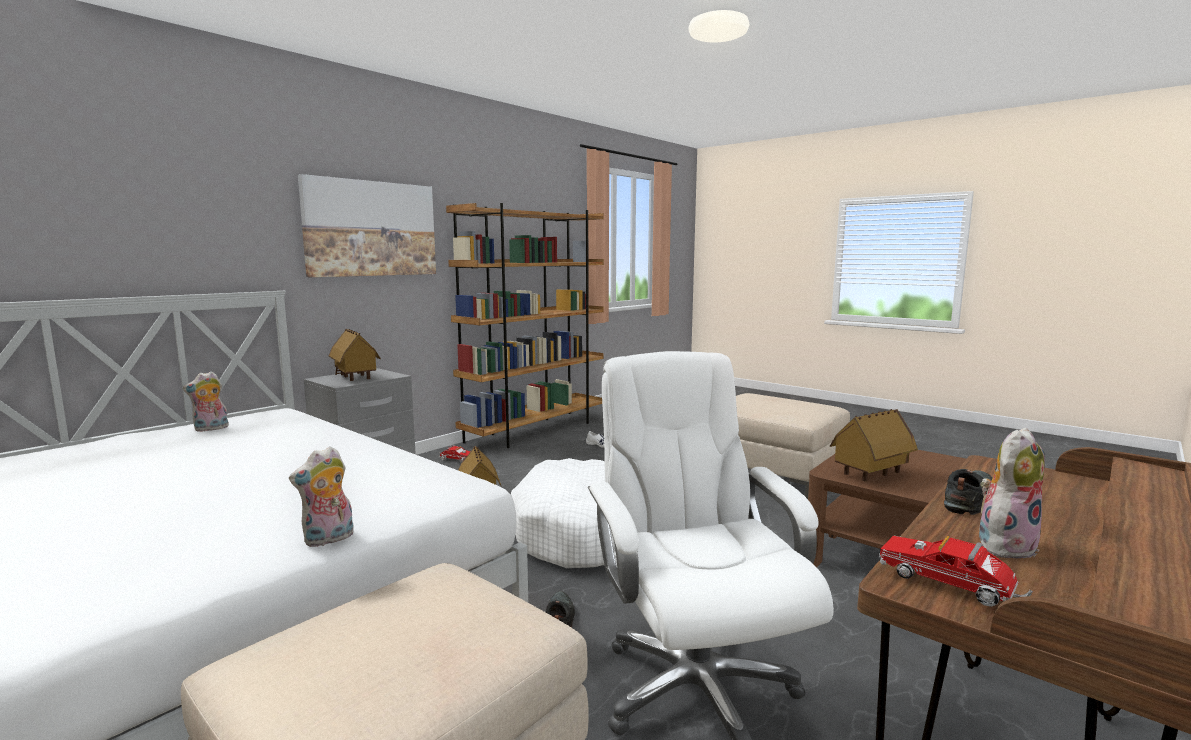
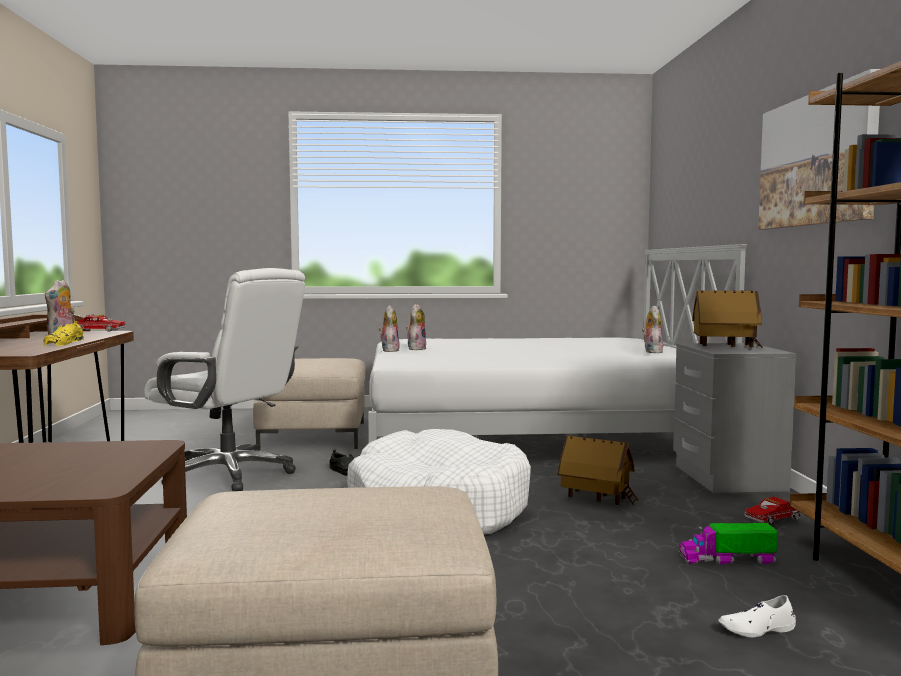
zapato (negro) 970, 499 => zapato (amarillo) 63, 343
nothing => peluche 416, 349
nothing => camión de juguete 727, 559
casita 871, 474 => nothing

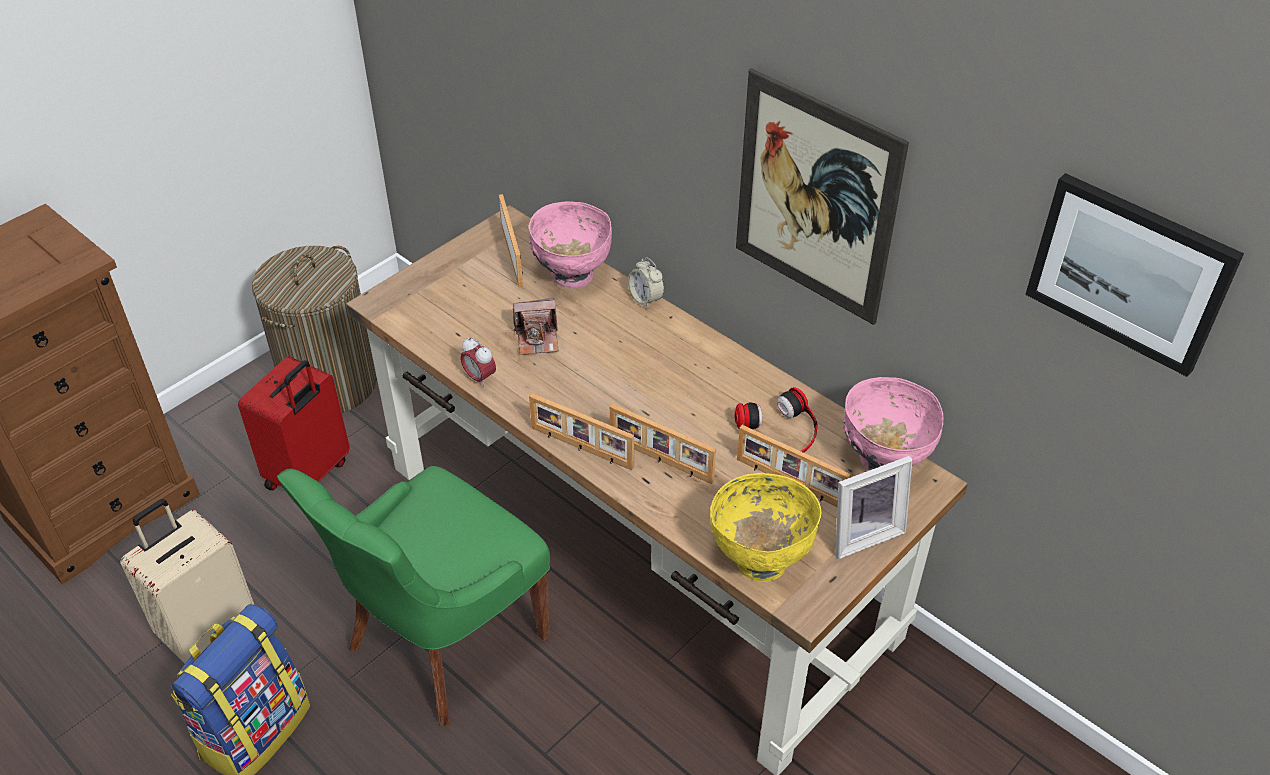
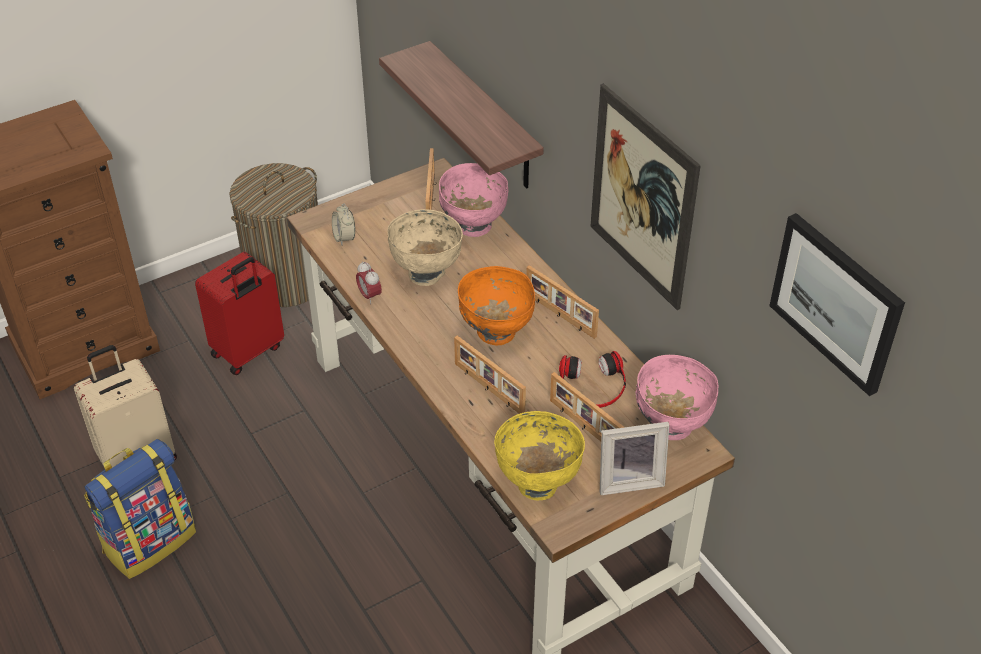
despertador 646, 299 => despertador 344, 238, shifted
nothing => estante 484, 118
cámara 537, 339 => cuenco (beis) 426, 273
nothing => cuenco (naranja) 496, 333
portarretratos 581, 448 => portarretratos 559, 315, shifted
silla (verde) 442, 643 => nothing

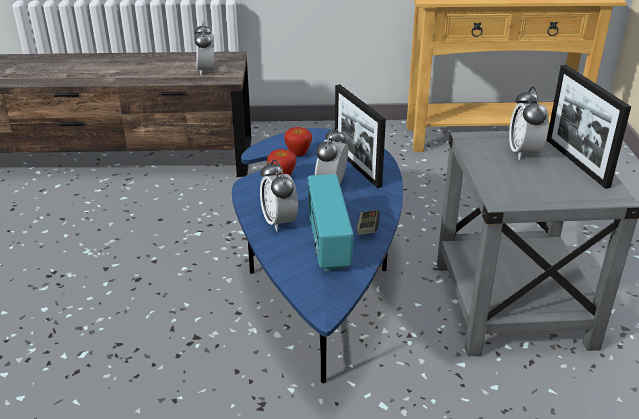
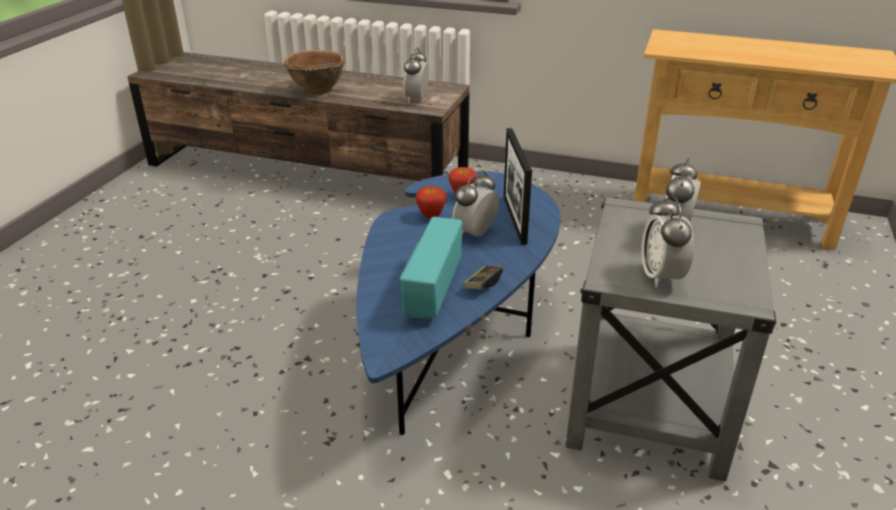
nothing => cuenco (marrón) 317, 90
despertador 279, 222 => despertador 661, 276, shifted
portarretratos 576, 162 => nothing

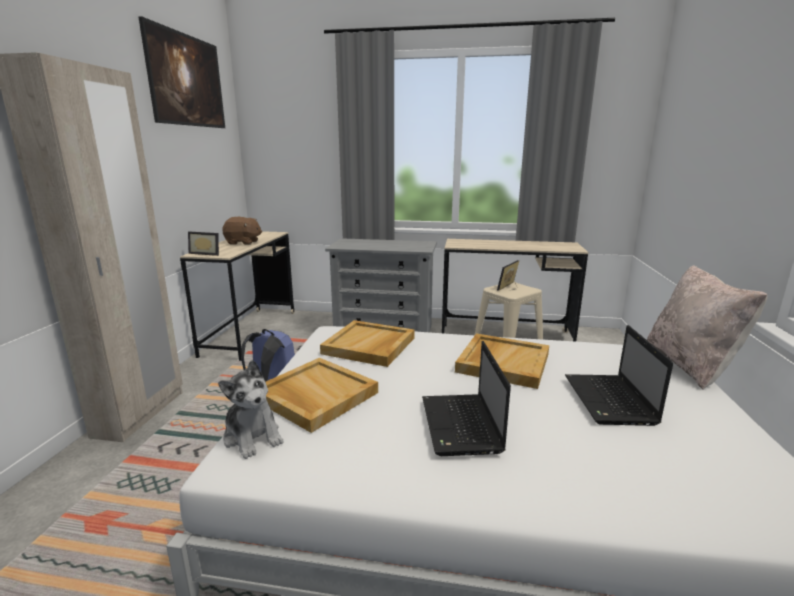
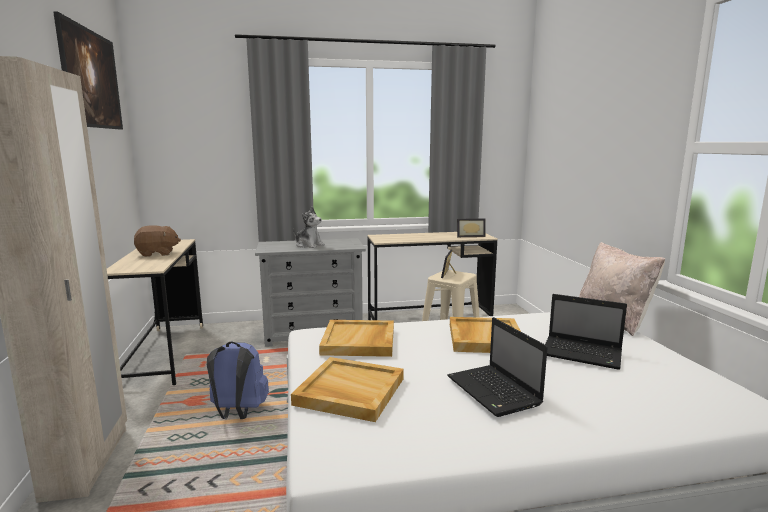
peluche 253, 436 => peluche 309, 245, shifted
portarretratos 207, 253 => portarretratos 470, 236, shifted
portátil 610, 401 => portátil 583, 354, 45 degrees counterclockwise

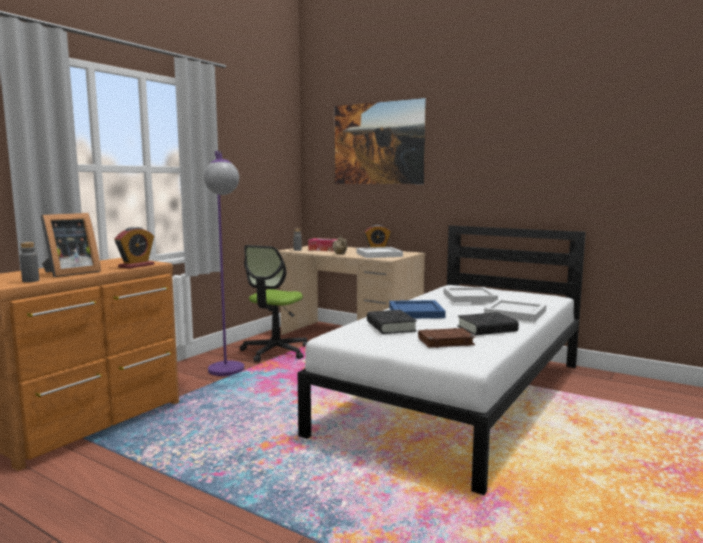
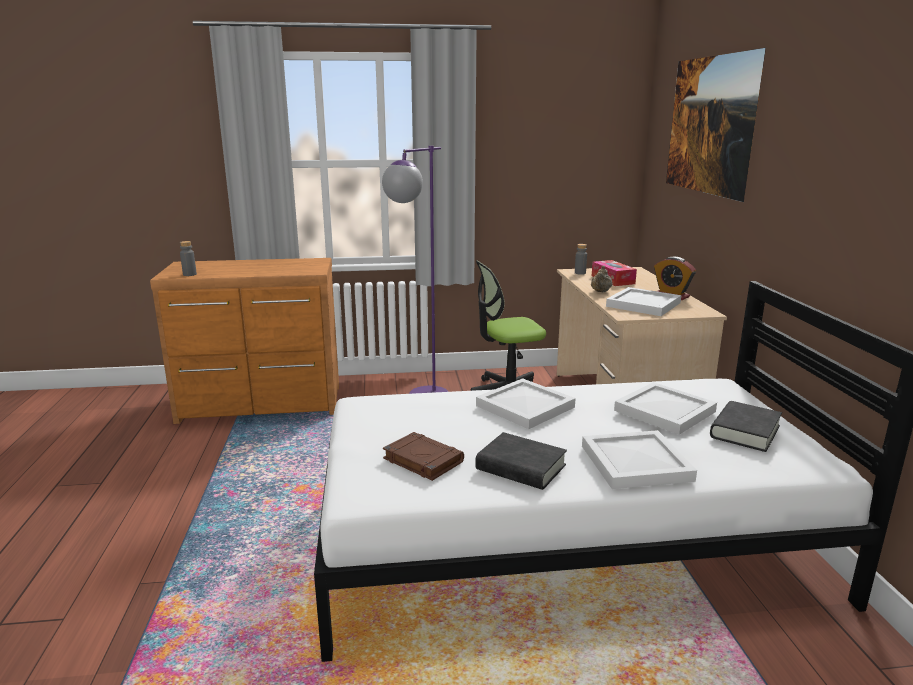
bandeja (azul) 416, 312 => bandeja (blanco) 526, 406
libro (negro) 390, 326 => libro (negro) 744, 431, shifted
portarretratos 69, 273 => nothing
despertador 136, 266 => nothing

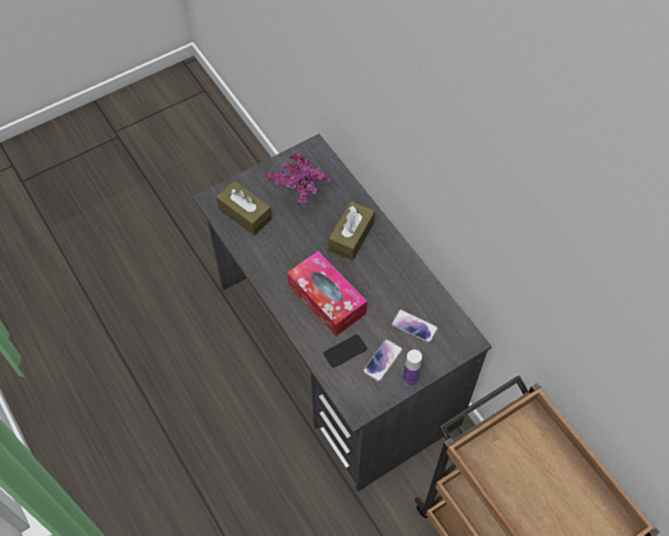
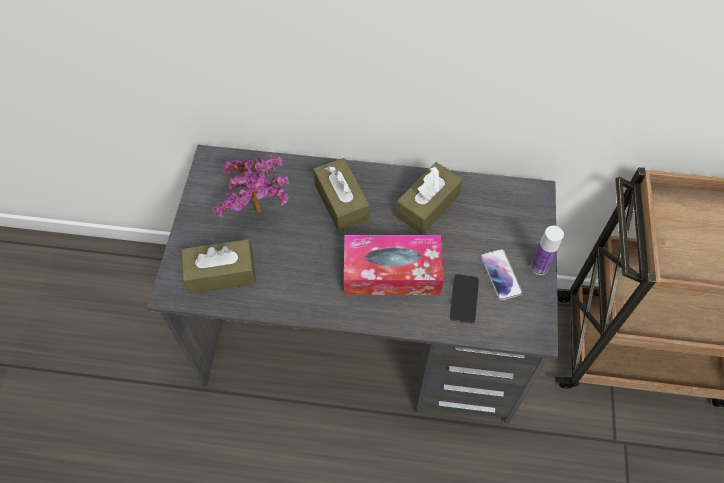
nothing => caja de pañuelos (marrón) 427, 205
móvil 414, 326 => nothing

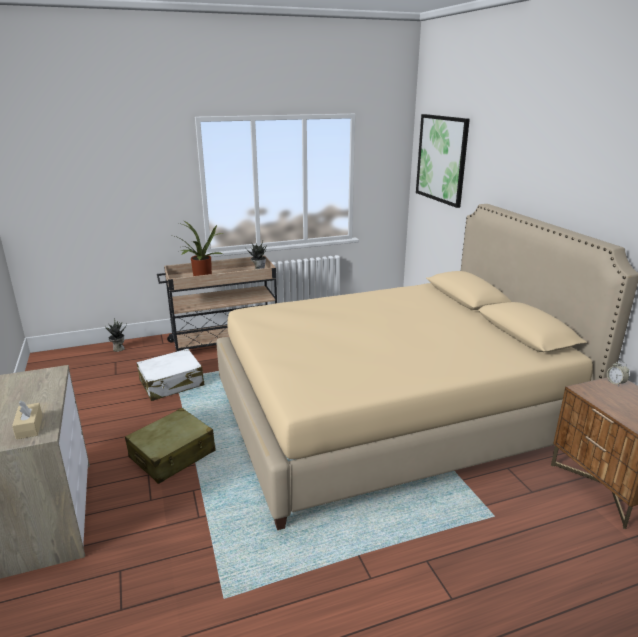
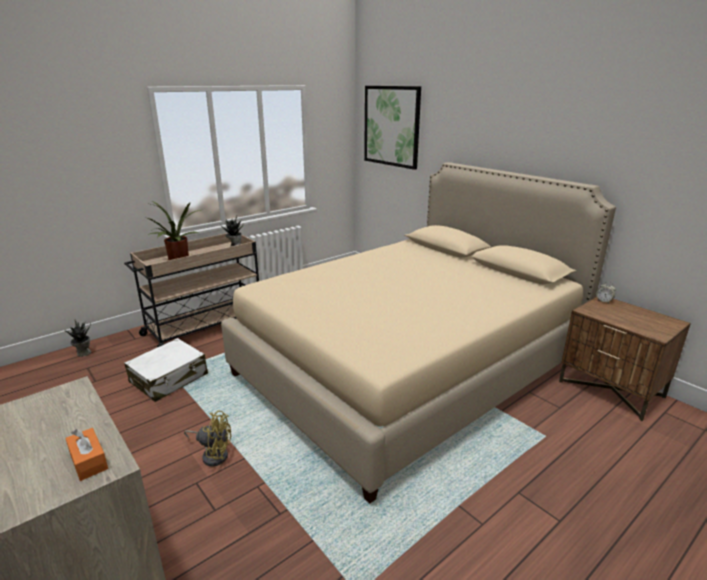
caja de pañuelos (beis) 29, 427 => caja de pañuelos (naranja) 88, 461
maleta (beis) 173, 455 => ventilador (amarillo) 213, 454

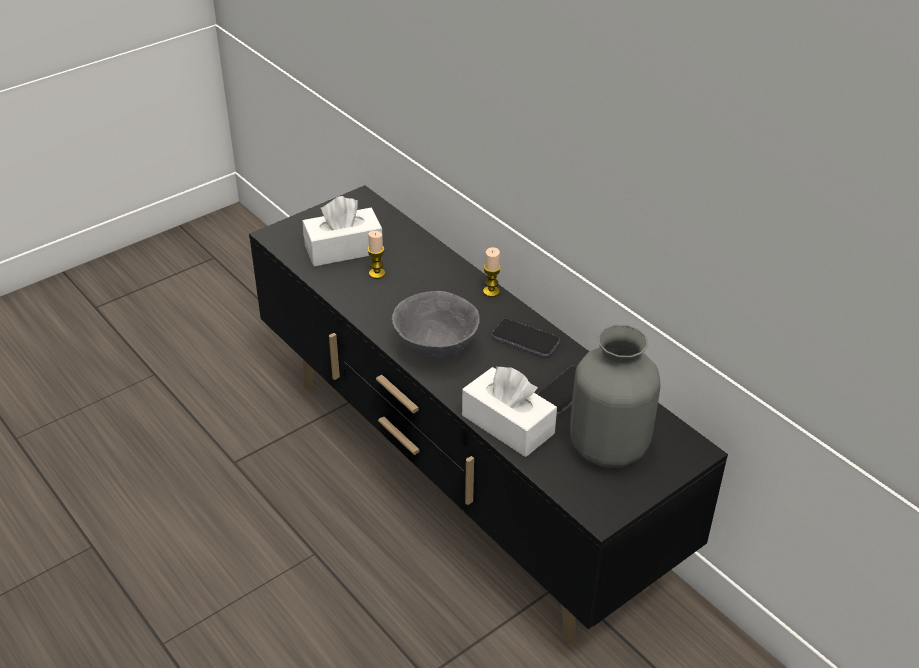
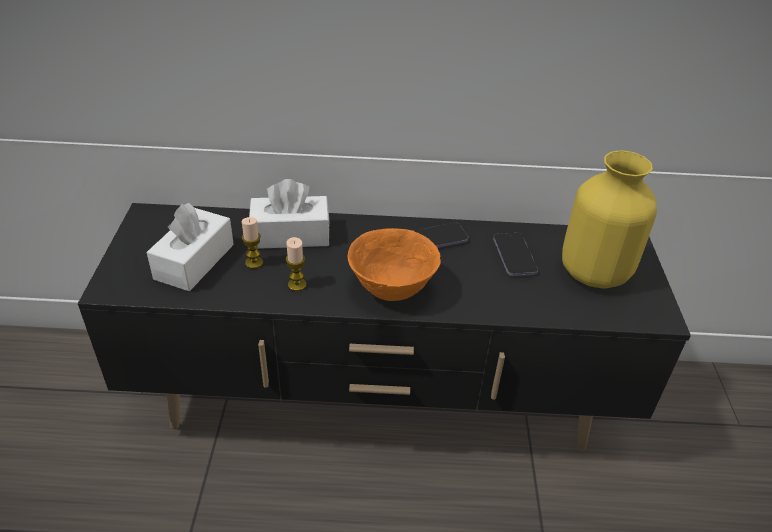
caja de pañuelos (blanco) 508, 424 => caja de pañuelos (blanco) 290, 235, shifted
vela 491, 291 => vela 297, 285, shifted
cuenco (gris) 436, 350 => cuenco (naranja) 391, 288
florero (gris) 607, 447 => florero (amarillo) 593, 272

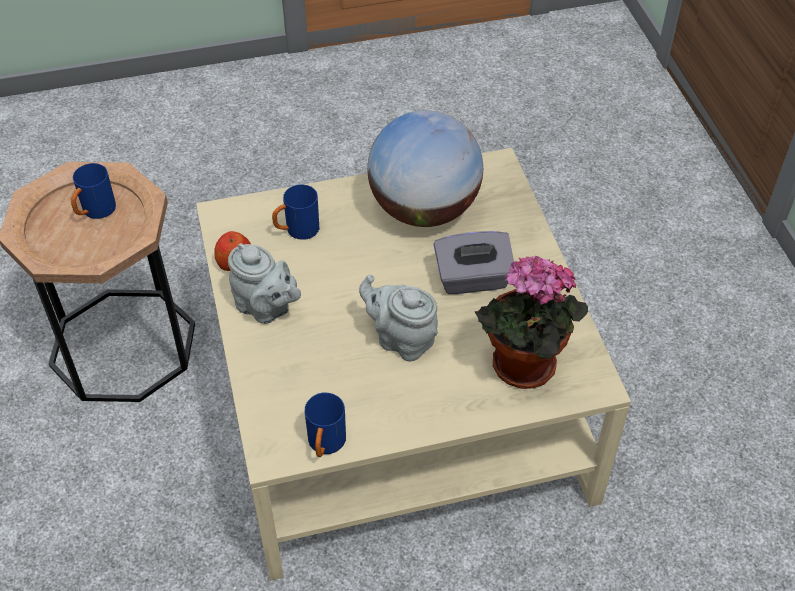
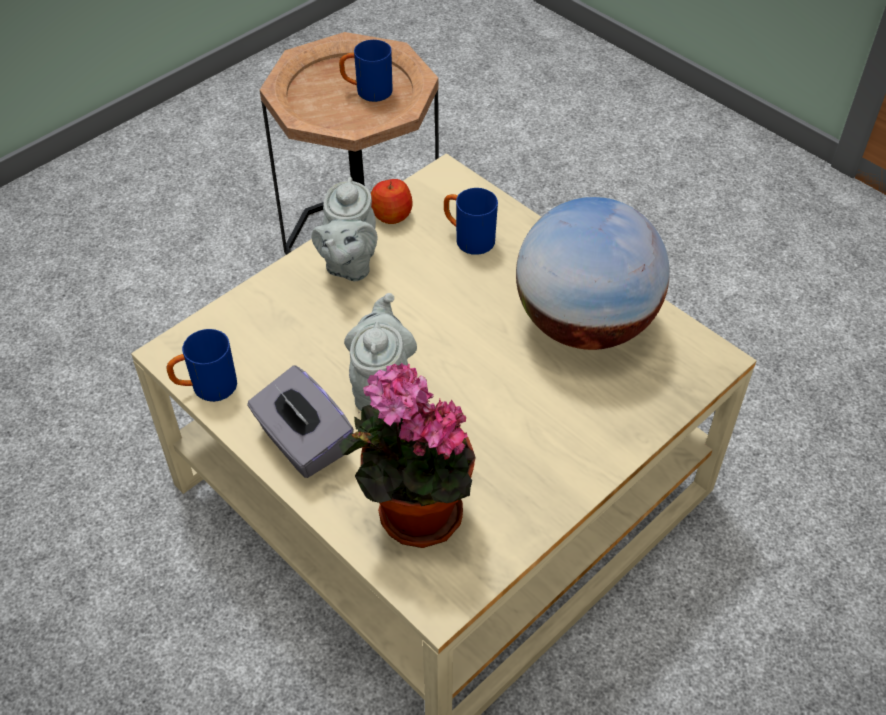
caja de pañuelos (gris) 473, 279 => caja de pañuelos (gris) 303, 442, shifted

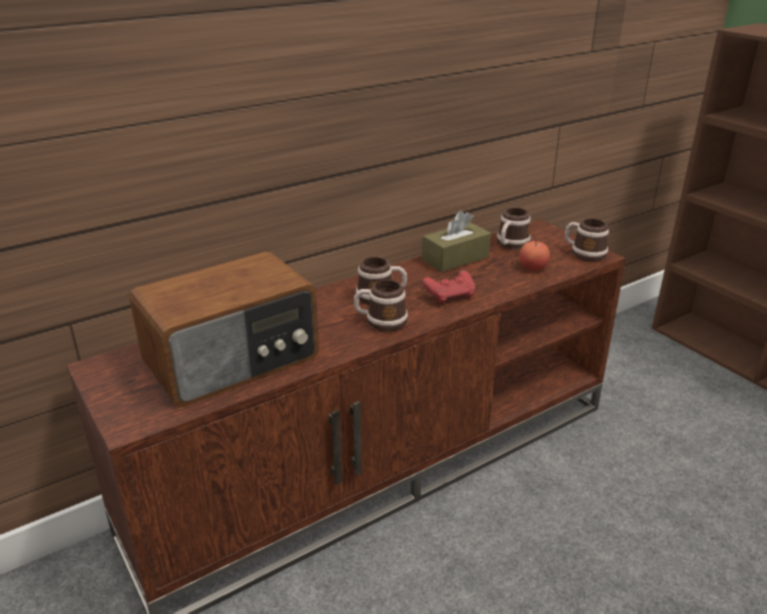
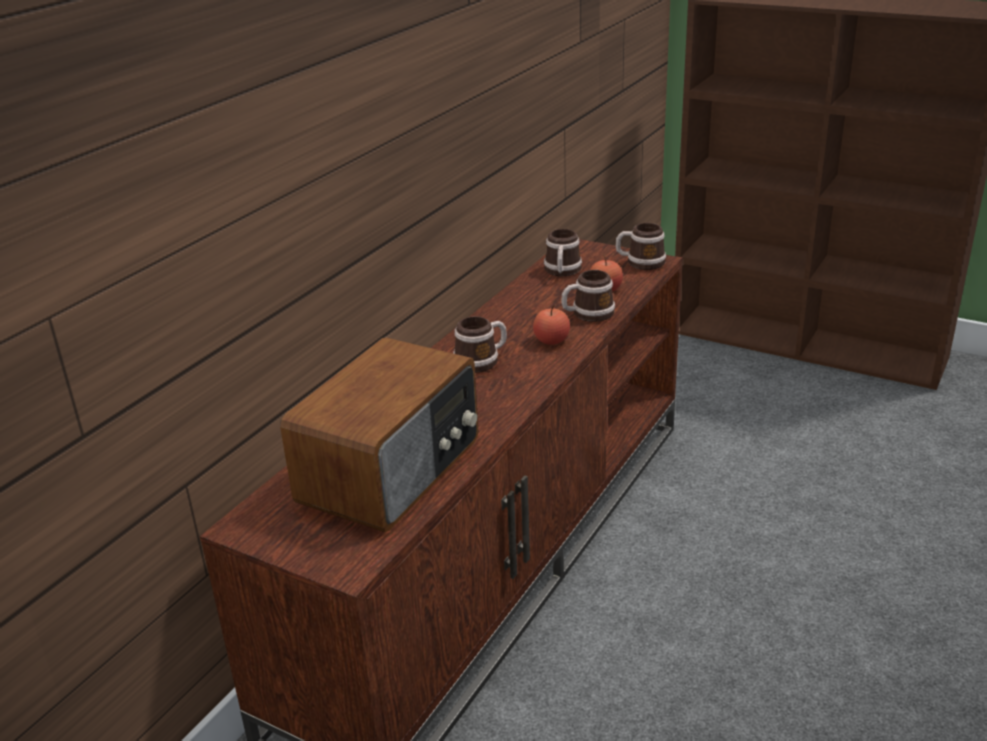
mando de consola (rojo) 450, 296 => manzana 551, 340
taza grande 380, 321 => taza grande 587, 314, shifted
caja de pañuelos (marrón) 455, 258 => nothing

